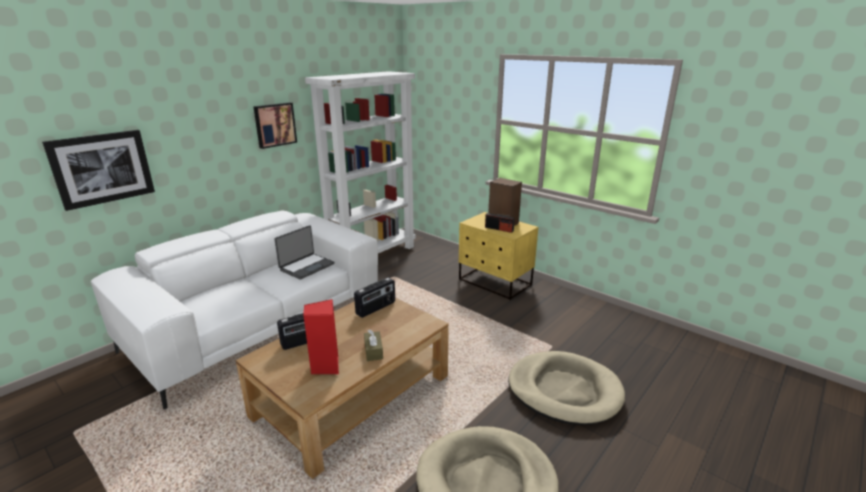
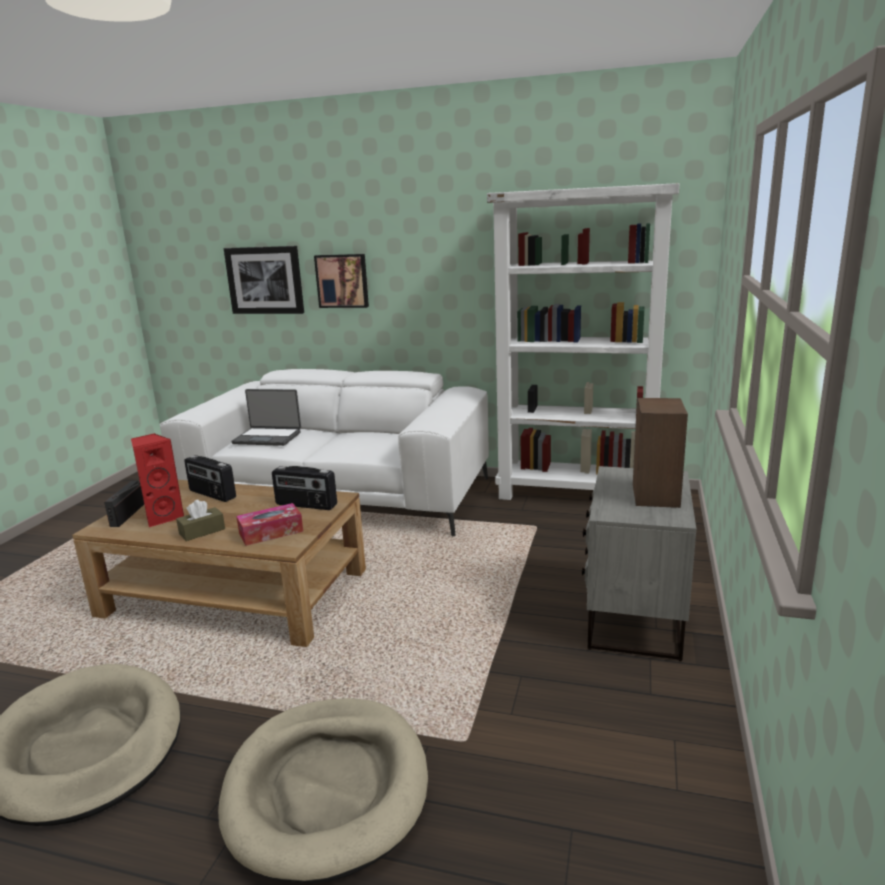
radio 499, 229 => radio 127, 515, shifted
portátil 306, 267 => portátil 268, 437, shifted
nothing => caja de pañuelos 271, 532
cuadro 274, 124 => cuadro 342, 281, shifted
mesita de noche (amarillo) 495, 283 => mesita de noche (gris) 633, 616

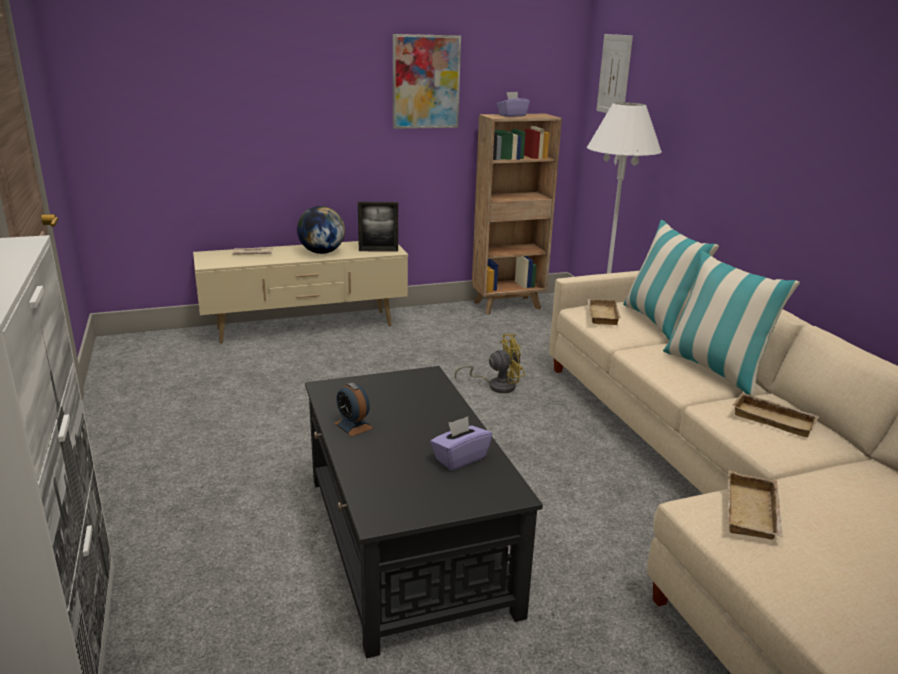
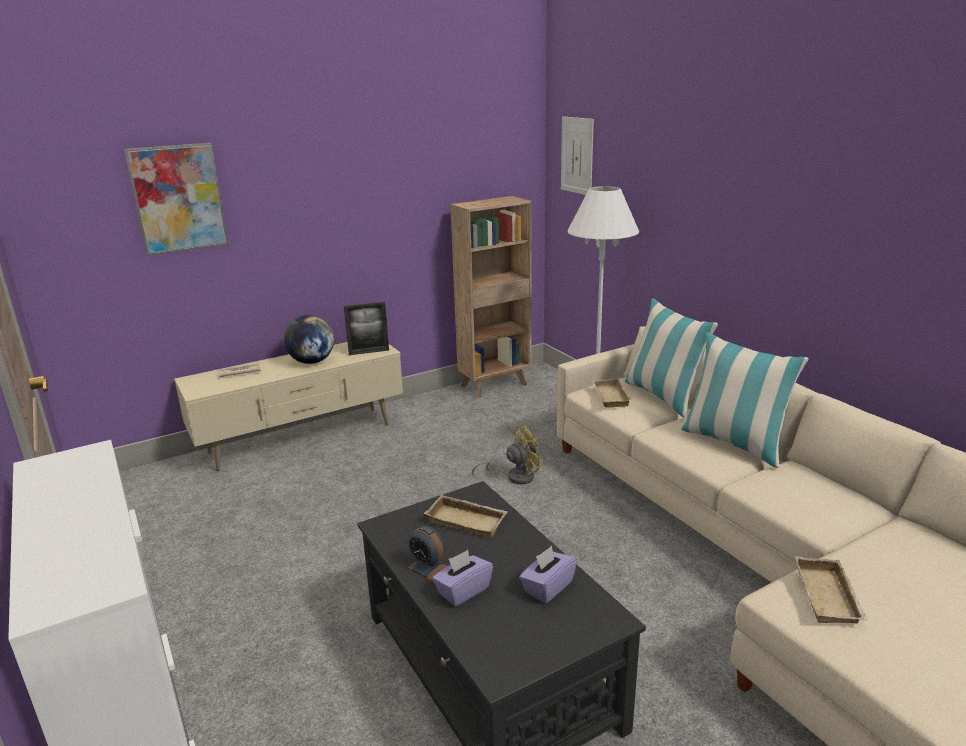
cuadro 426, 82 => cuadro 178, 198, shifted
bandeja (beis) 774, 419 => bandeja (beis) 468, 520, shifted
caja de pañuelos (morado) 512, 115 => caja de pañuelos (morado) 463, 591, shifted

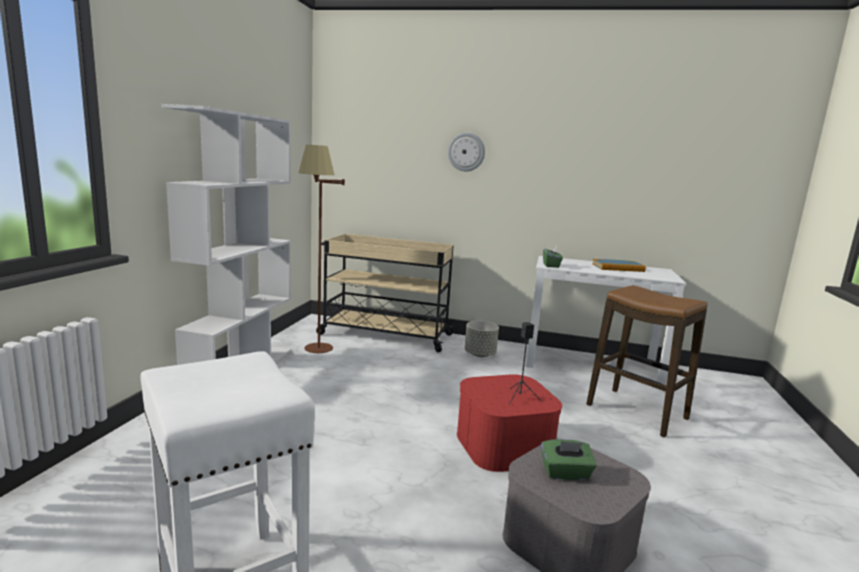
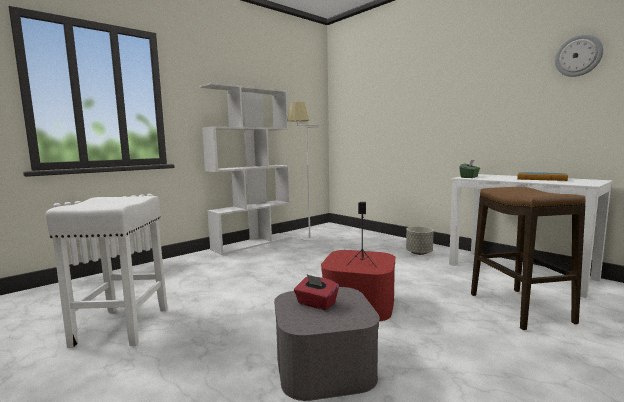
lámpara de pie (marrón) 317, 353 => lámpara de pie (blanco) 305, 240
caja de pañuelos (verde) 565, 473 => caja de pañuelos (rojo) 316, 304
reloj de pared 466, 152 => reloj de pared 578, 56, shifted
carrito (beis) 384, 334 => nothing

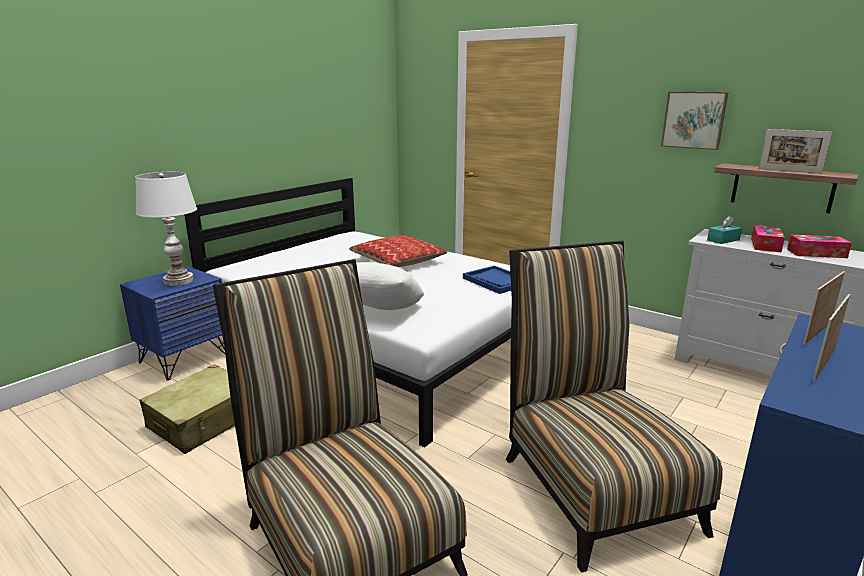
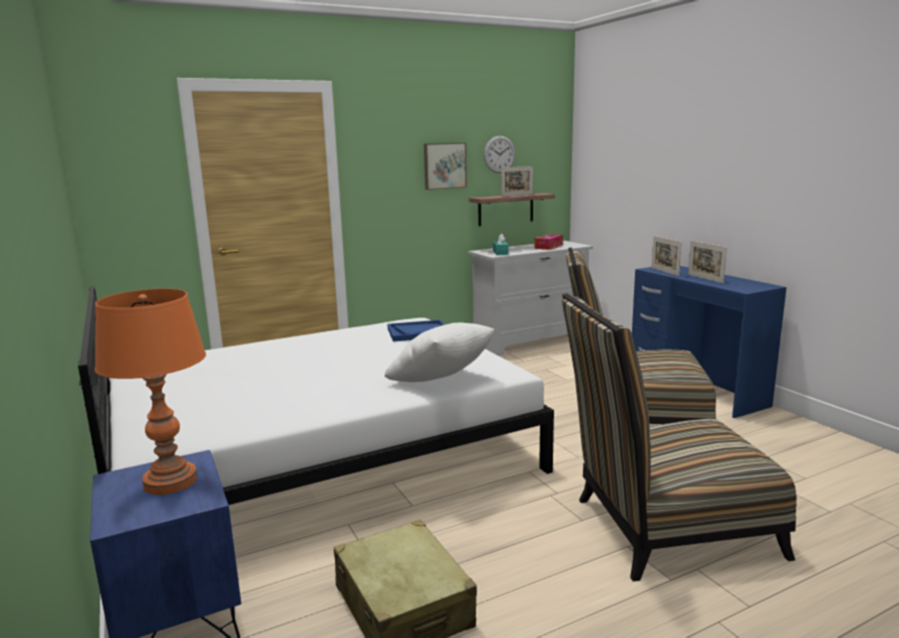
lámpara de mesa (blanco) 178, 281 => lámpara de mesa (naranja) 170, 482
nothing => reloj de pared 499, 154
cojín 398, 260 => nothing
caja de pañuelos 765, 245 => nothing

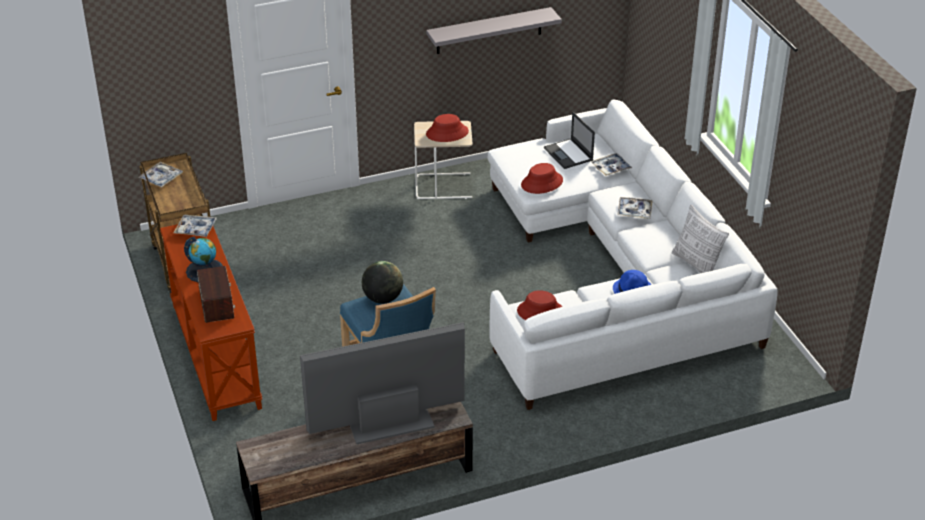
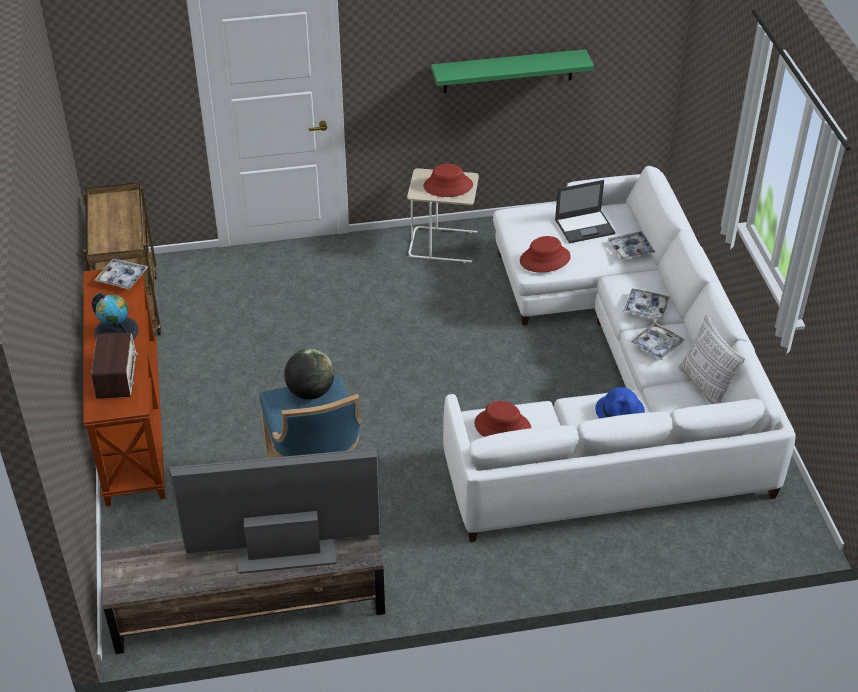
estante (gris) 489, 31 => estante (verde) 508, 71
portátil 569, 154 => portátil 585, 226, 90 degrees counterclockwise
bandeja 161, 178 => bandeja 657, 345, shifted

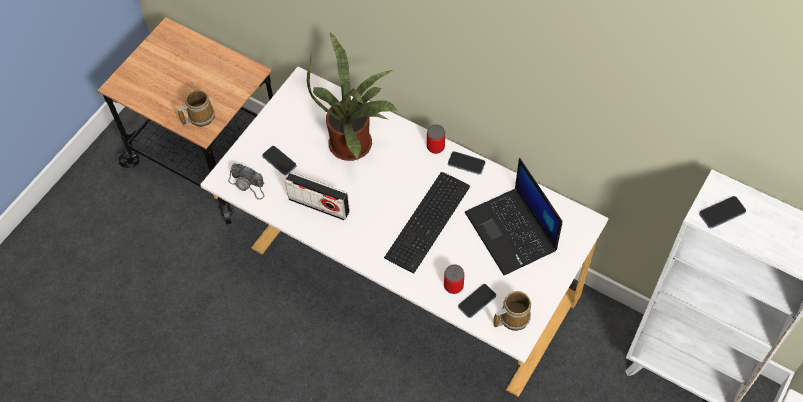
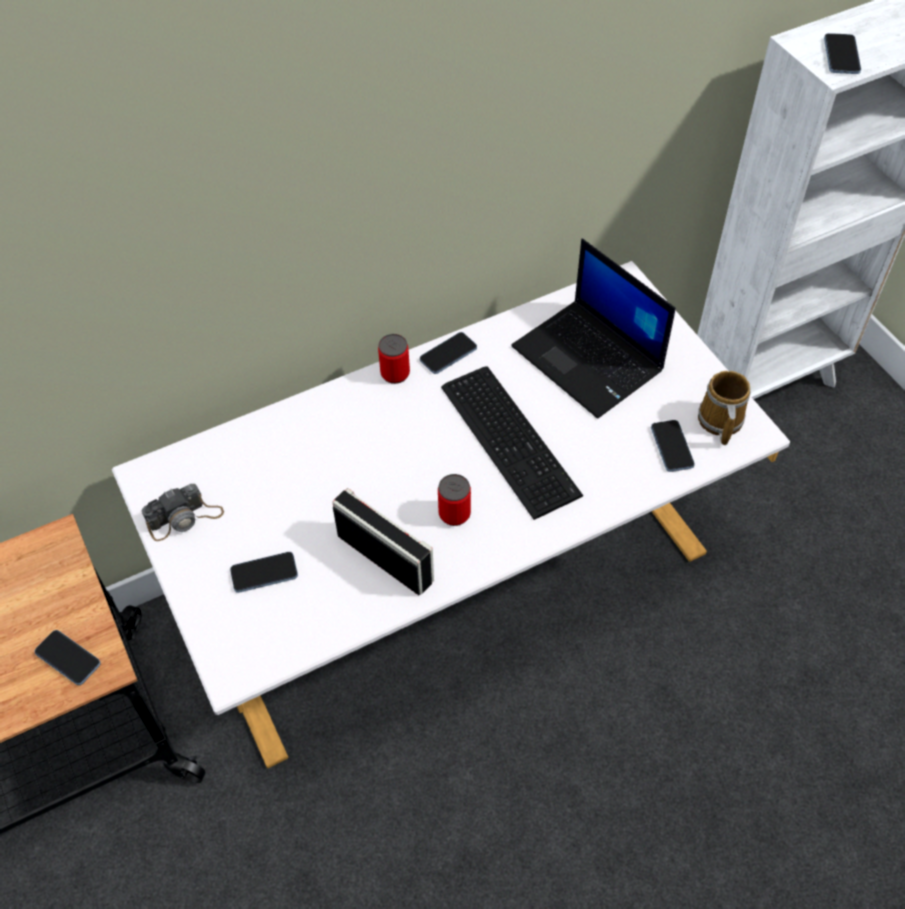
taza grande 199, 116 => móvil 68, 658
cámara 248, 185 => cámara 185, 518, shifted
radio 319, 205 => radio 385, 558, 105 degrees counterclockwise
lata 453, 286 => lata 454, 514, shifted
portátil 512, 232 => portátil 589, 359, 45 degrees clockwise
planta en maceta 355, 144 => nothing

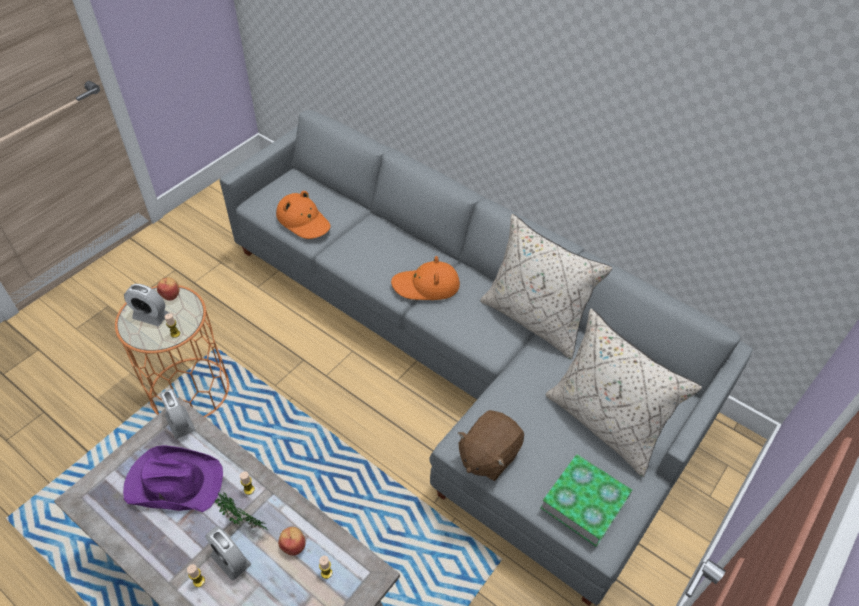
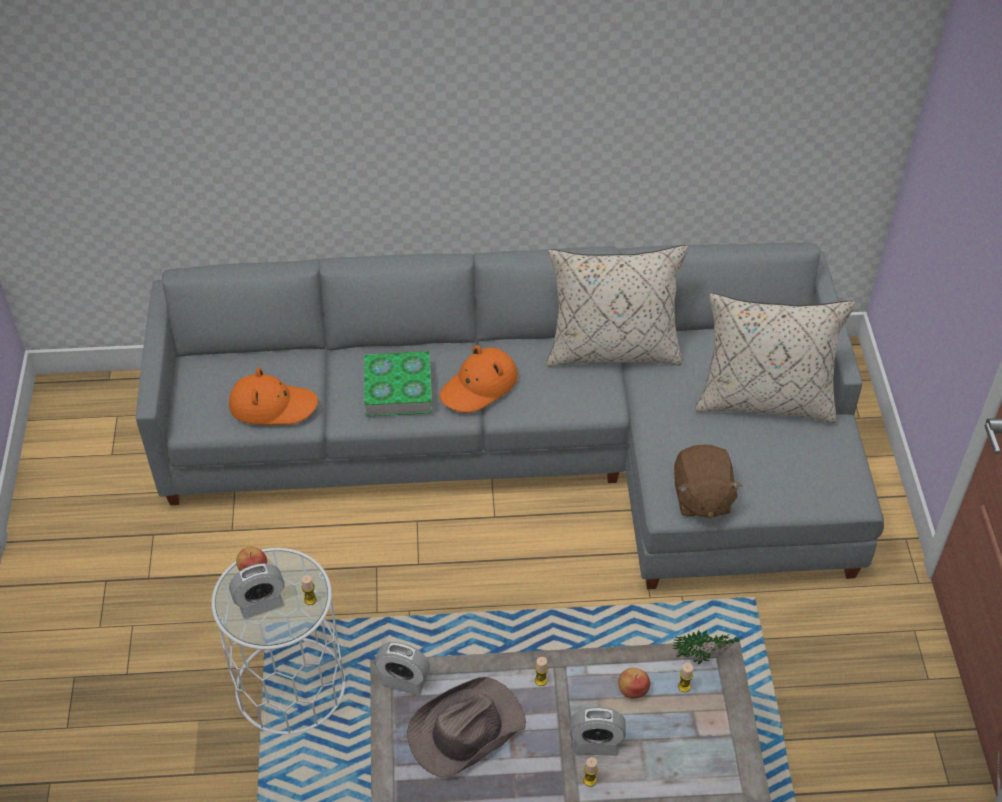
mesa auxiliar (naranja) 190, 390 => mesa auxiliar (blanco) 291, 685
libro 584, 502 => libro 398, 389, shifted
sombrero (morado) 173, 482 => sombrero (marrón) 465, 730
planta en maceta 245, 524 => planta en maceta 704, 659, shifted

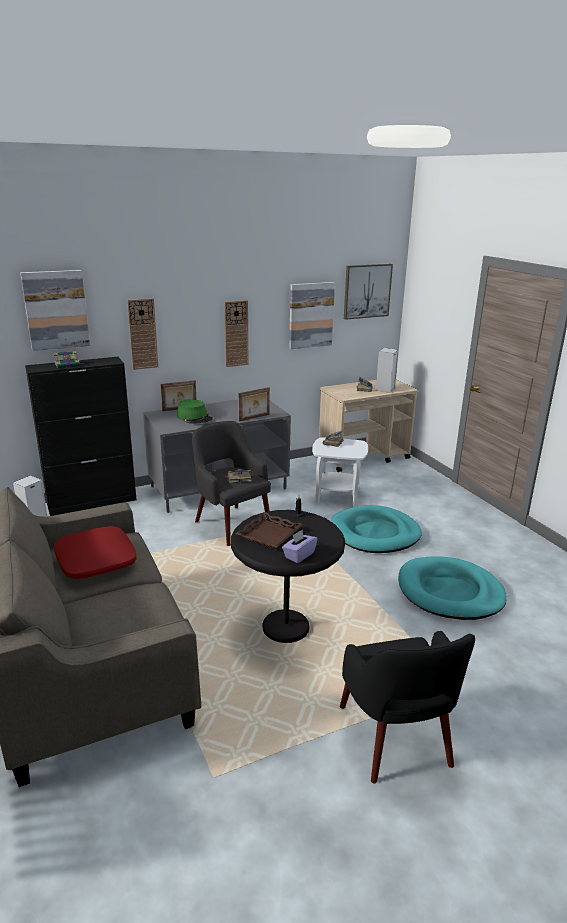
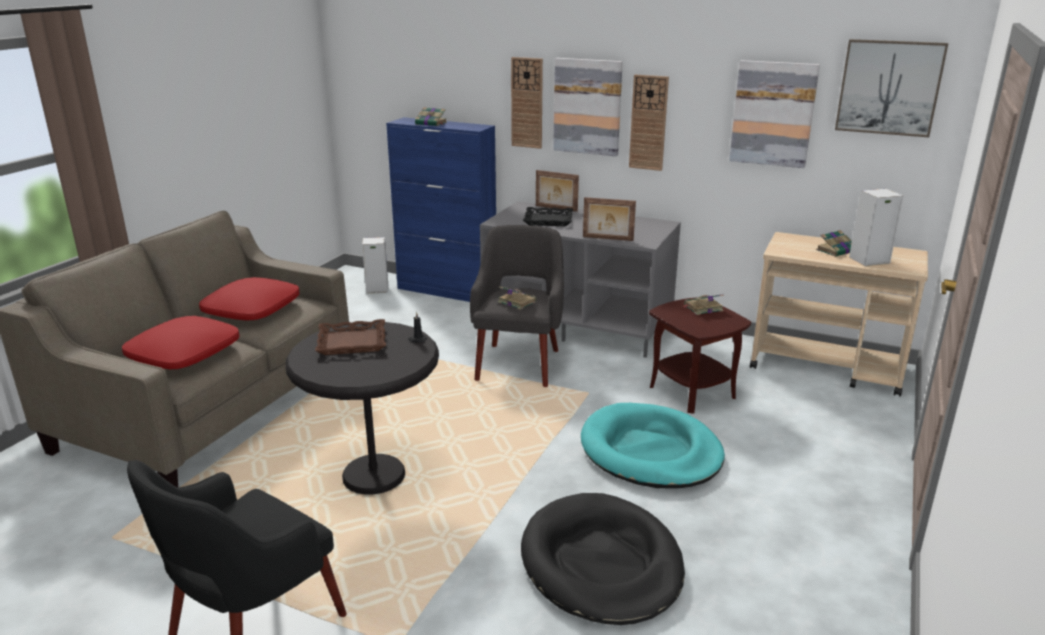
nothing => cojín (rojo) 184, 354
armario (negro) 92, 502 => armario (azul) 447, 291
cama para perro (turquesa) 450, 592 => cama para perro (negro) 601, 563
sombrero (verde) 194, 418 => bandeja (negro) 548, 220
cuadro 56, 310 => cuadro 587, 106, shifted
mesa auxiliar (blanco) 337, 496 => mesa auxiliar (marrón) 691, 392
caja de pañuelos (morado) 299, 555 => nothing

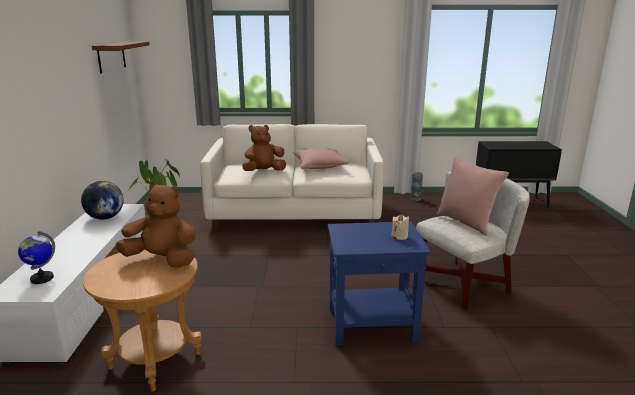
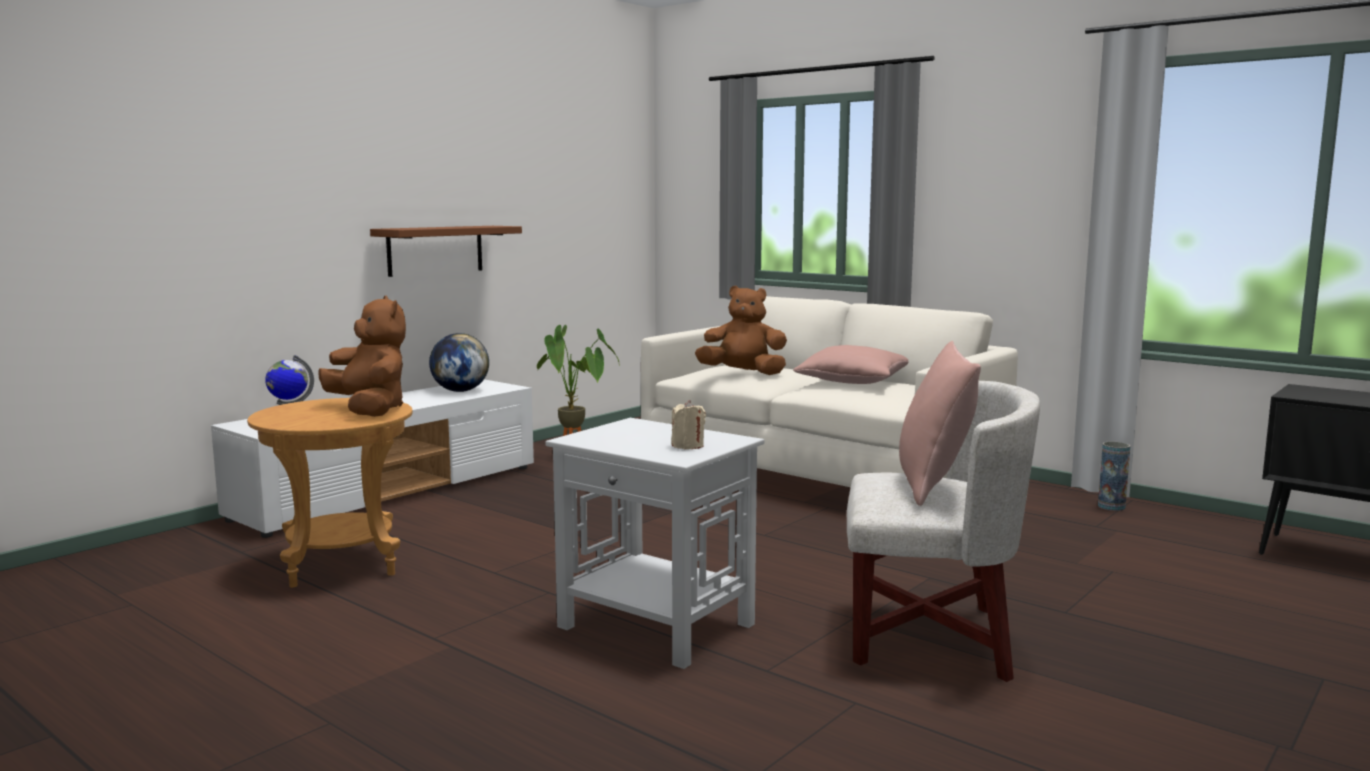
estante (marrón) 111, 56 => estante (marrón) 435, 250, shifted
mesa auxiliar (azul) 373, 324 => mesa auxiliar (blanco) 658, 626

